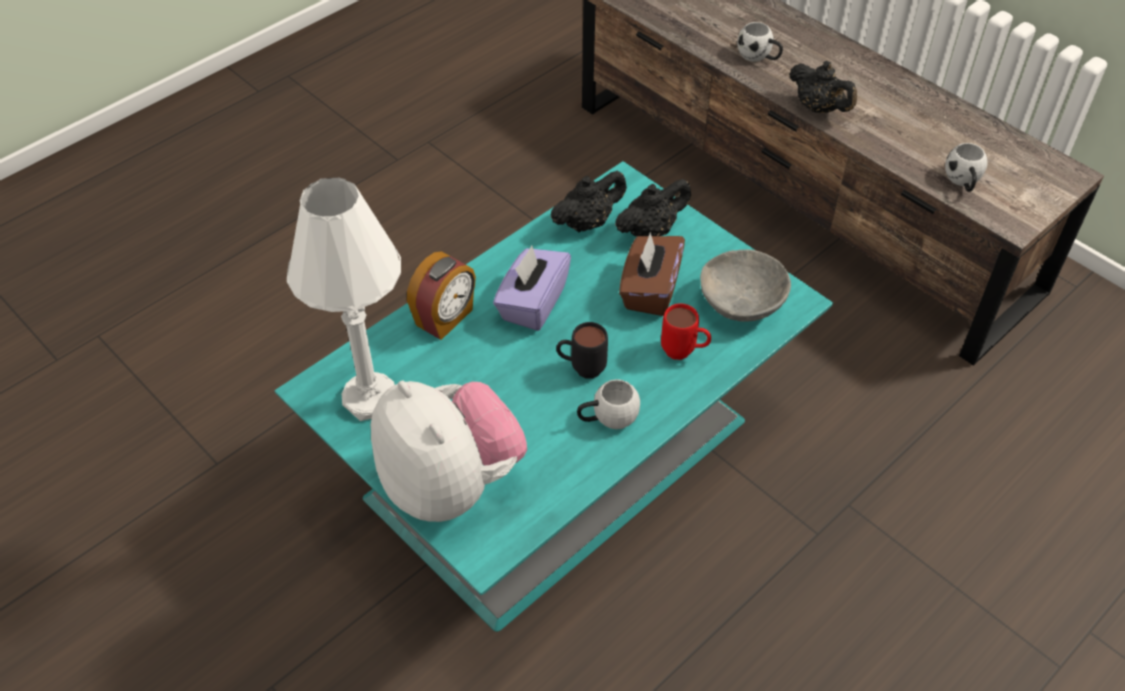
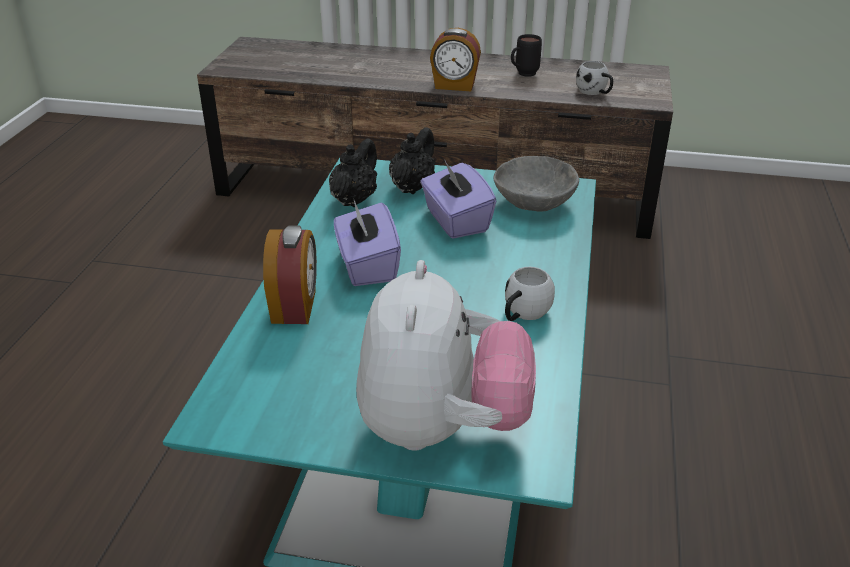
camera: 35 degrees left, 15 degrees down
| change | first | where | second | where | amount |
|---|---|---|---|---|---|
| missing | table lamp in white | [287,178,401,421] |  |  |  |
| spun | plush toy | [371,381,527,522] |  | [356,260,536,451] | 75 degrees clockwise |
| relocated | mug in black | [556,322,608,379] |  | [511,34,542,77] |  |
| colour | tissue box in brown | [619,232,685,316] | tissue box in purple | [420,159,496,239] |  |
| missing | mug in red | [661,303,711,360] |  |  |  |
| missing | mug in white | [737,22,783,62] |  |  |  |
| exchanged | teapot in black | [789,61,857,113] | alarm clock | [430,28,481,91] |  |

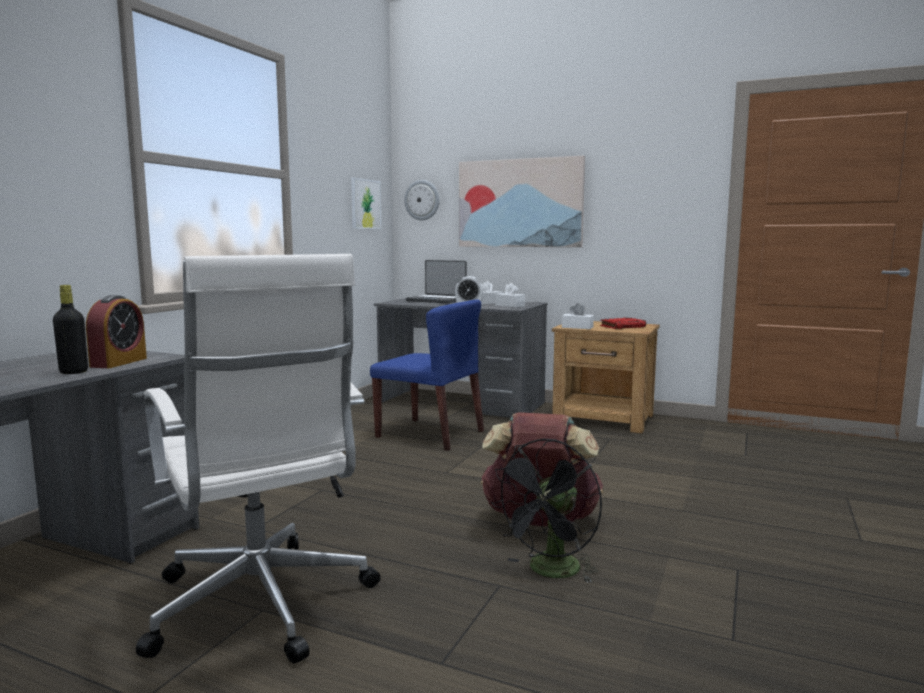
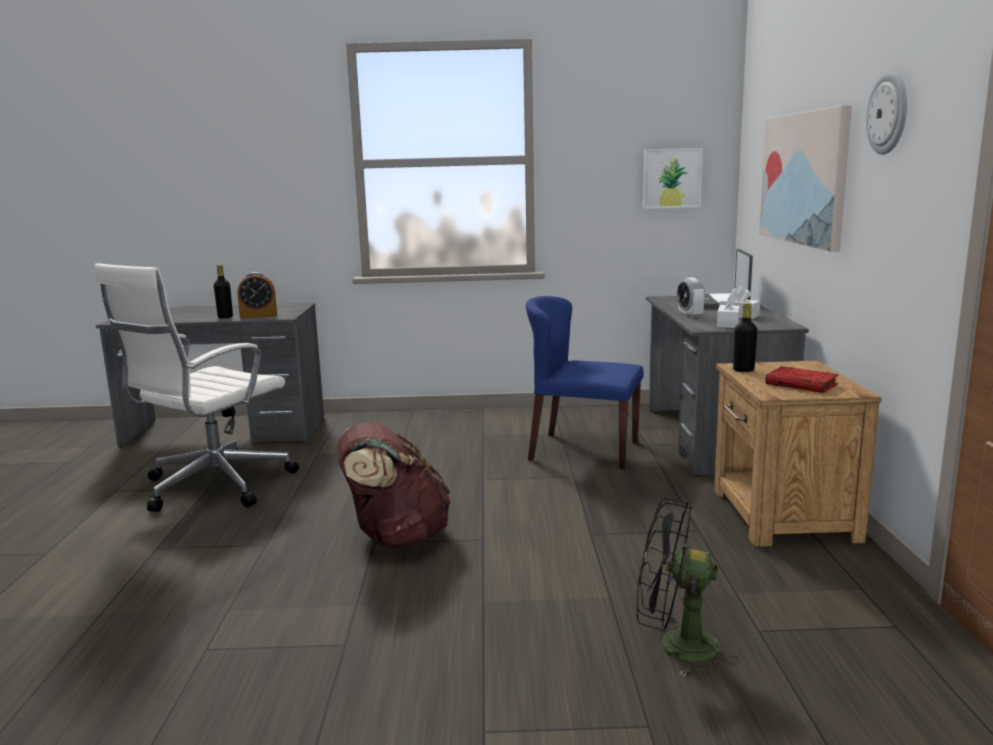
camera: 65 degrees right, 5 degrees up
| change | first | where | second | where | amount |
|---|---|---|---|---|---|
| spun | chair in blue | [370,299,484,451] |  | [526,296,644,469] | 105 degrees clockwise |
| relocated | wall clock | [404,180,440,220] |  | [866,72,907,155] |  |
| relocated | fan in black | [491,439,602,583] |  | [637,498,739,677] |  |
| exchanged | tissue box in white | [562,303,594,329] | bottle in black | [733,303,757,372] |  |

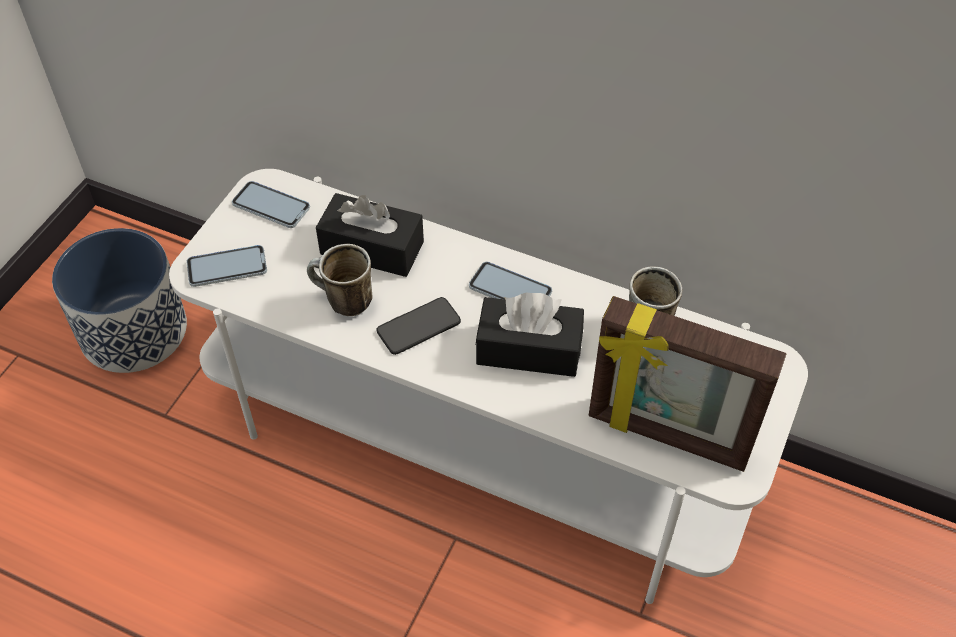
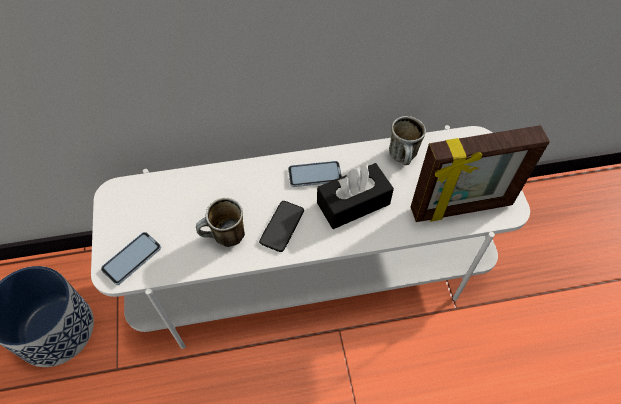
camera: 35 degrees left, 5 degrees up
| change | first | where | second | where | amount |
|---|---|---|---|---|---|
| missing | phone | [232,181,310,228] |  |  |  |
| missing | tissue box in black | [316,193,424,277] |  |  |  |

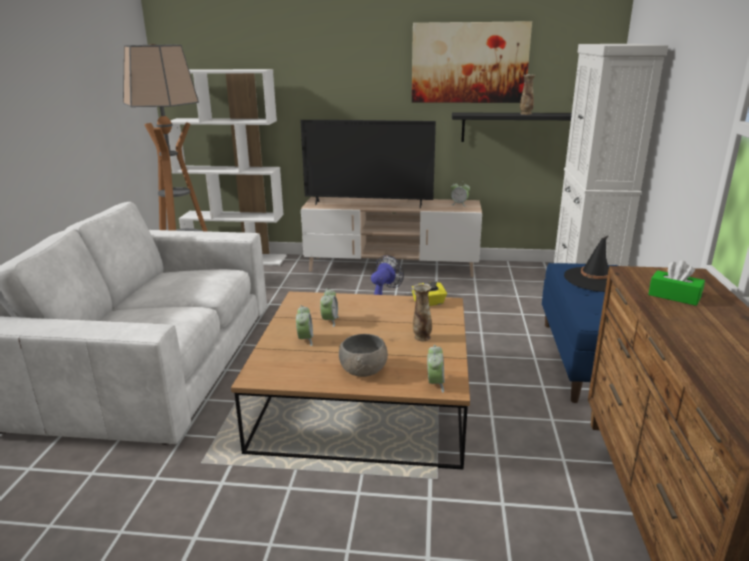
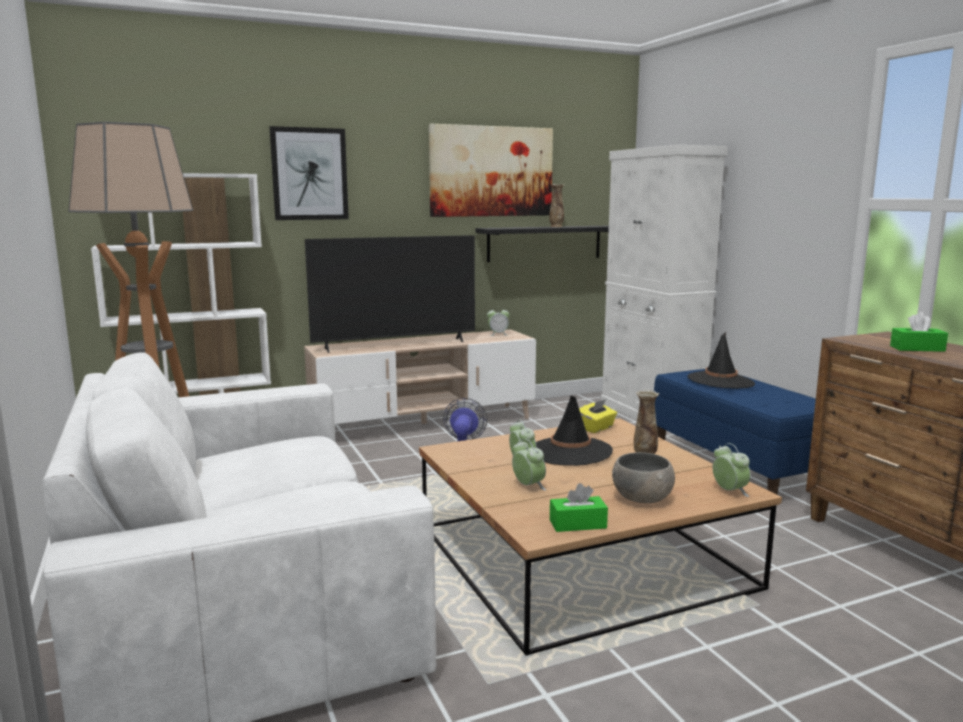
camera: 30 degrees left, 10 degrees down
| change | first | where | second | where | amount |
|---|---|---|---|---|---|
| appeared |  |  | picture | [270,126,349,220] |  |
| appeared |  |  | hat in black | [536,395,613,466] |  |
| appeared |  |  | tissue box in green | [550,483,608,532] |  |

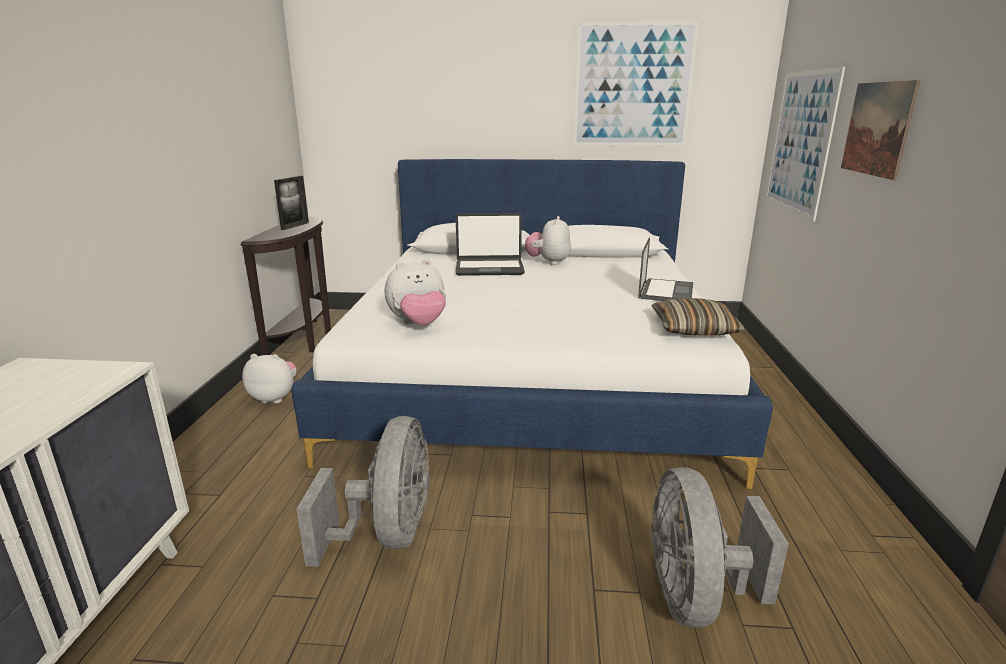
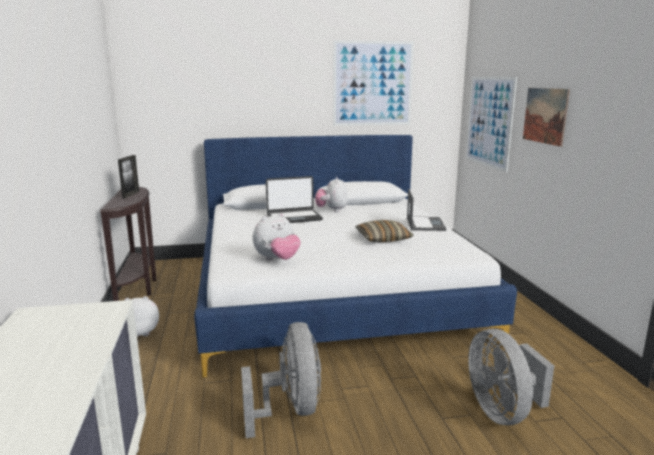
camera: 15 degrees left, 5 degrees down
| change | first | where | second | where | amount |
|---|---|---|---|---|---|
| relocated | pillow | [651,298,745,336] |  | [355,220,413,242] |  |

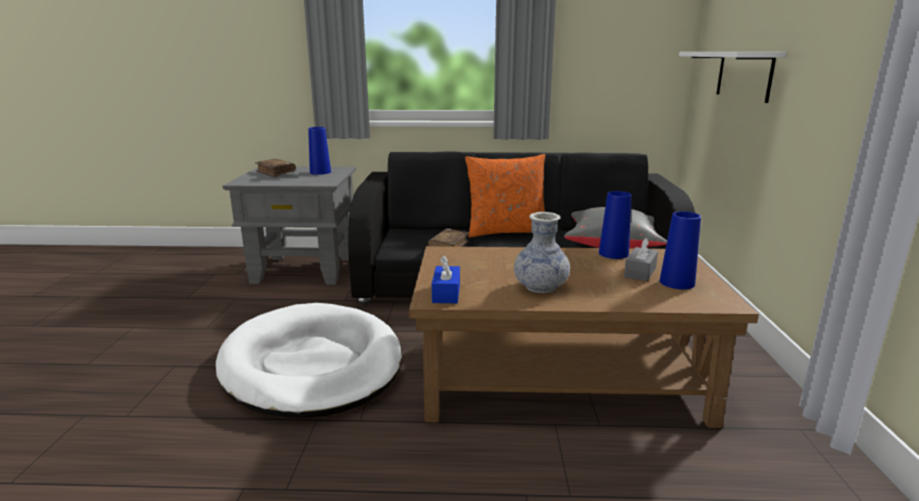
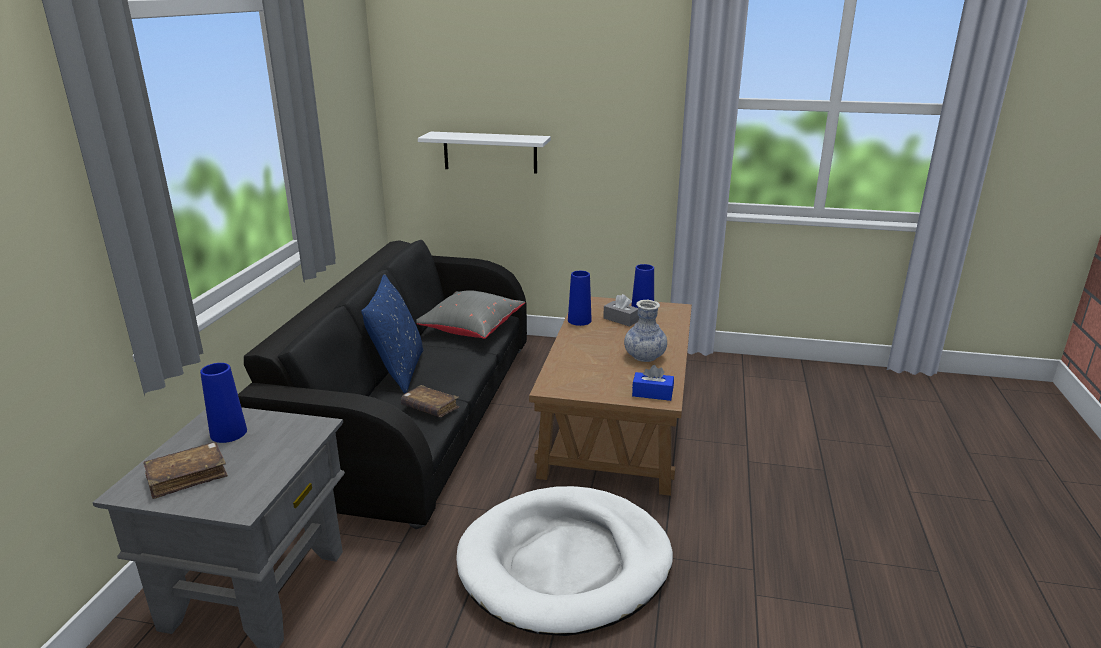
camera: 80 degrees left, 5 degrees up
| change | first | where | second | where | amount |
|---|---|---|---|---|---|
| colour | pillow in orange | [465,154,545,237] | pillow in blue | [361,274,423,393] |  |

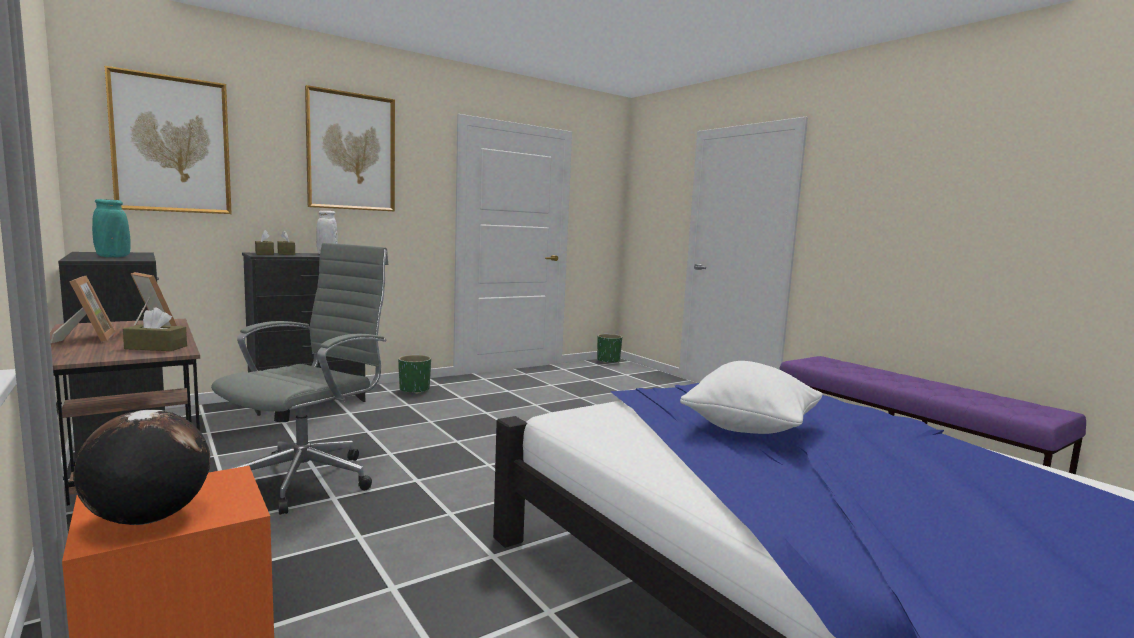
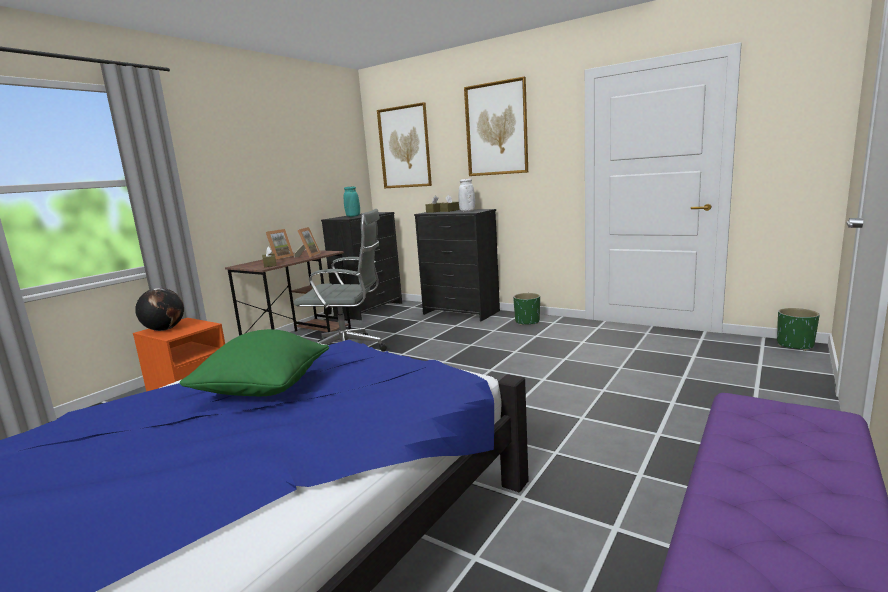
camera: 70 degrees right, 5 degrees up
| change | first | where | second | where | amount |
|---|---|---|---|---|---|
| colour | pillow in white | [680,361,823,434] | pillow in green | [180,329,329,396] |  |

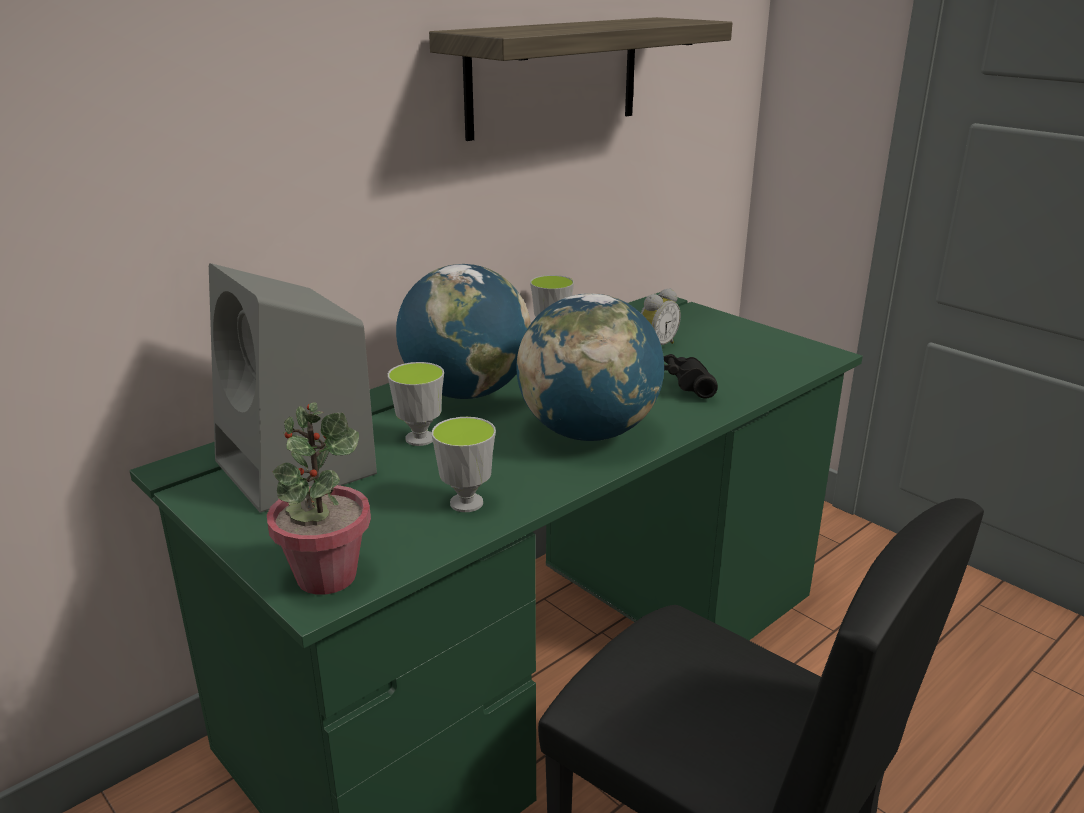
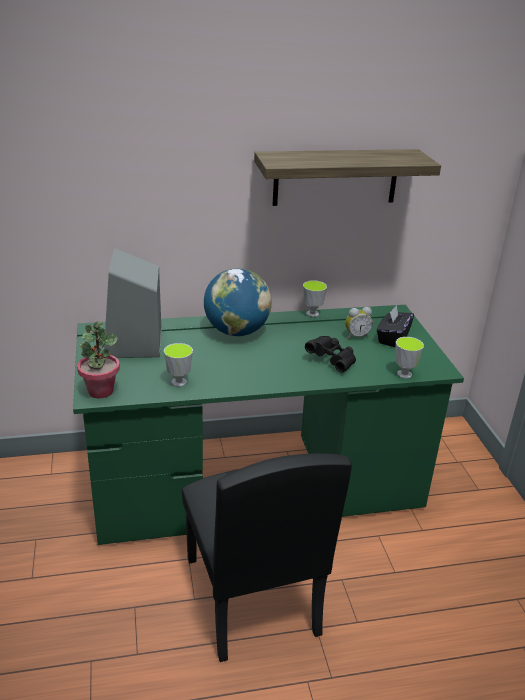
camera: 30 degrees right, 5 degrees up
| change | first | where | second | where | amount |
|---|---|---|---|---|---|
| relocated | cup | [388,362,444,446] |  | [395,337,424,379] |  |
| missing | globe | [517,293,664,441] |  |  |  |
| appeared |  |  | tissue box in black | [377,305,414,347] |  |

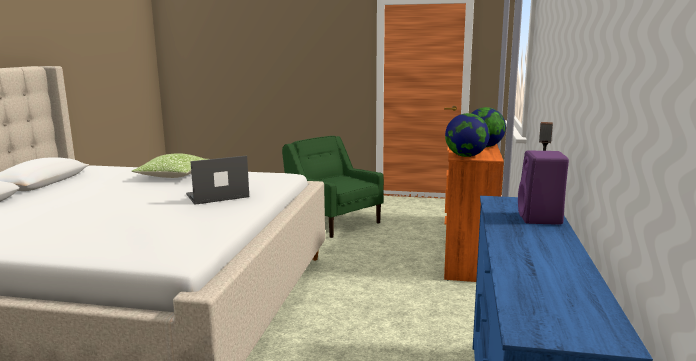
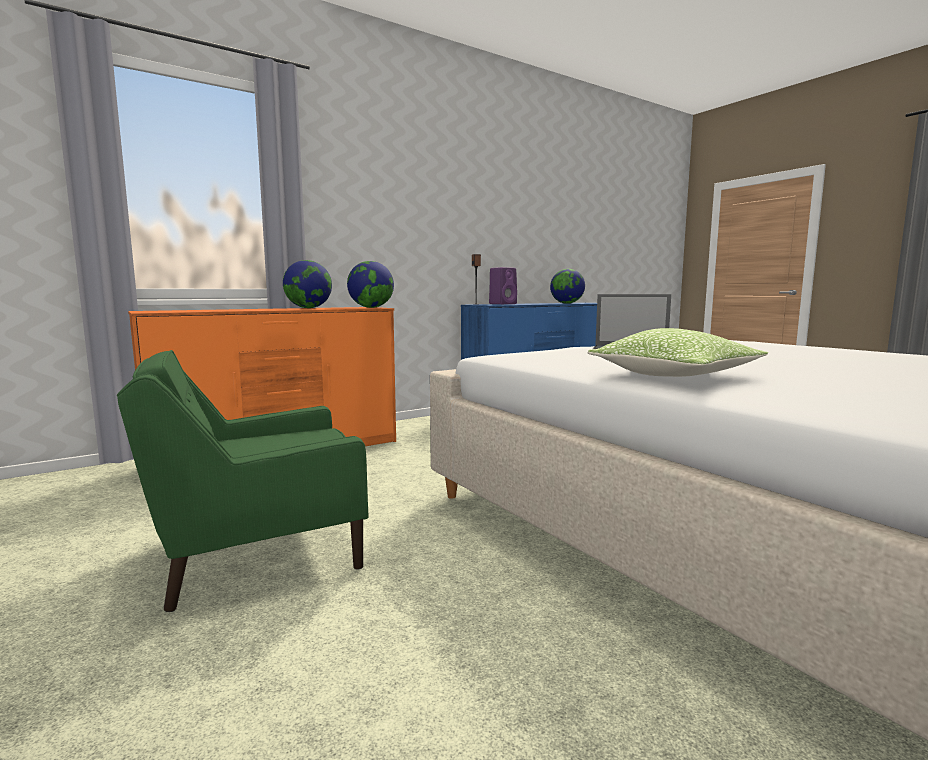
camera: 135 degrees left, 5 degrees down
| change | first | where | second | where | amount |
|---|---|---|---|---|---|
| spun | armchair in green | [282,136,384,238] |  | [117,350,369,612] | 60 degrees clockwise |
| appeared |  |  | globe | [550,269,585,304] |  |

